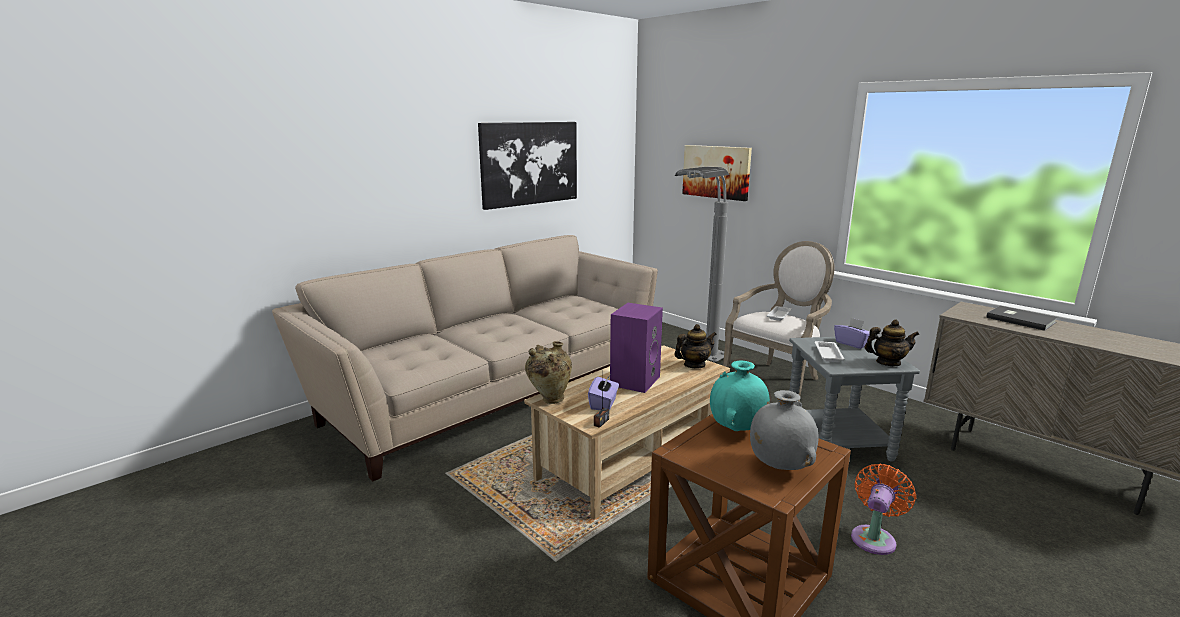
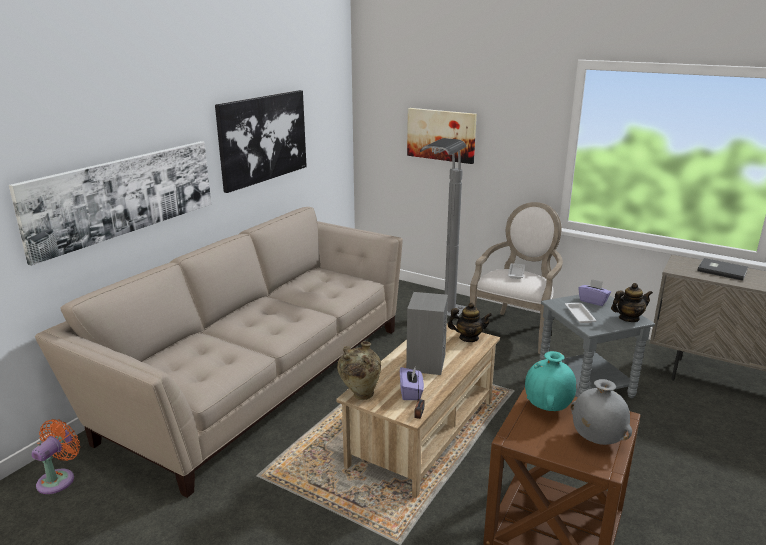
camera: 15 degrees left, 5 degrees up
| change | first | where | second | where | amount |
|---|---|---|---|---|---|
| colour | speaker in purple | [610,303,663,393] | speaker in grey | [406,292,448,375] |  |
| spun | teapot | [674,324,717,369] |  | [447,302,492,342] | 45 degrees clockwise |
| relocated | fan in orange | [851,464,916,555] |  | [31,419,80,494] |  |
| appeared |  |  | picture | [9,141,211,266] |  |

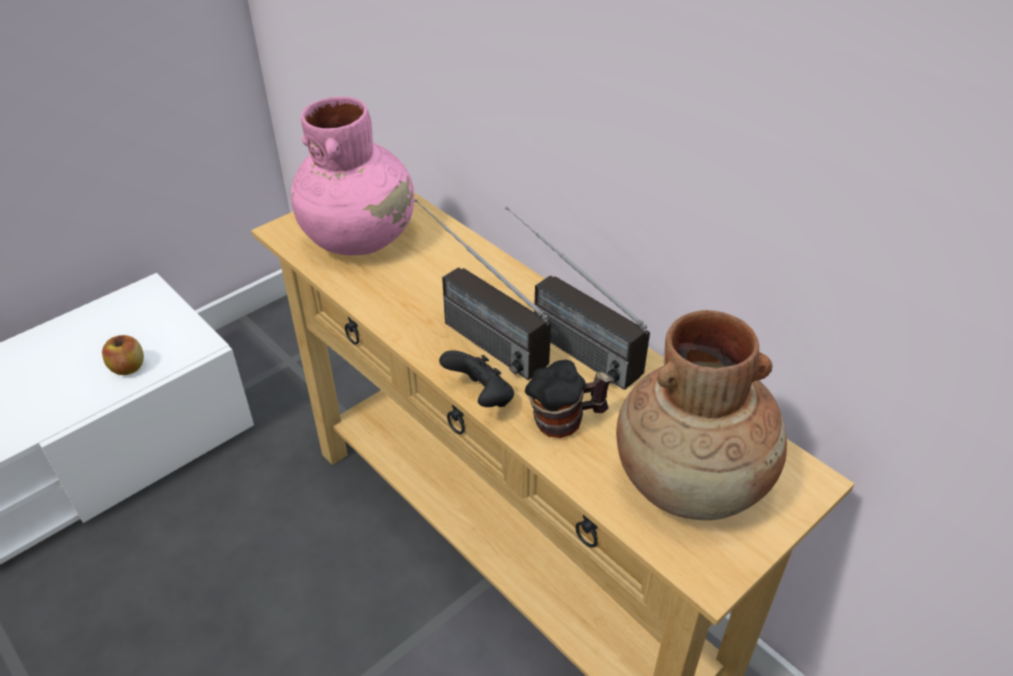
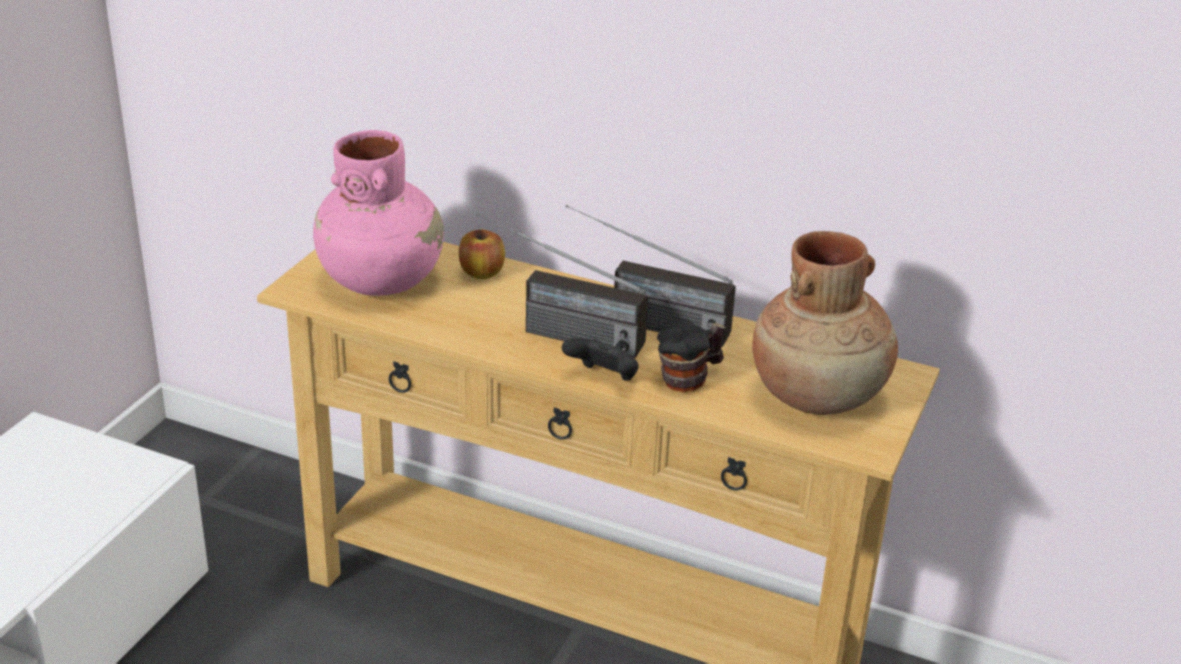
camera: 25 degrees left, 10 degrees down
| change | first | where | second | where | amount |
|---|---|---|---|---|---|
| relocated | apple | [102,335,144,375] |  | [459,229,505,279] |  |

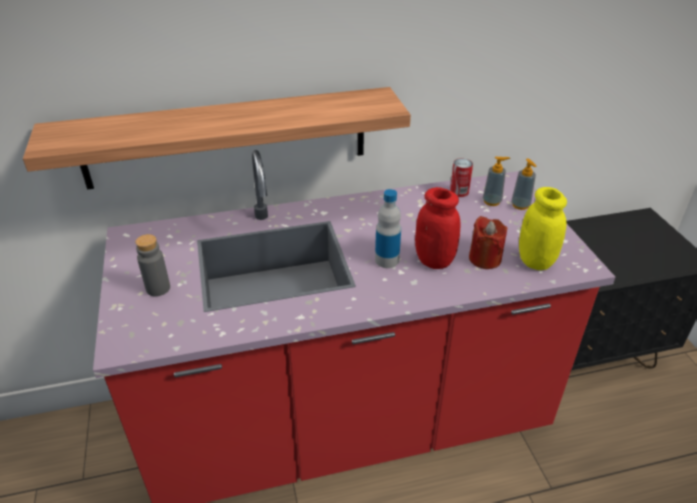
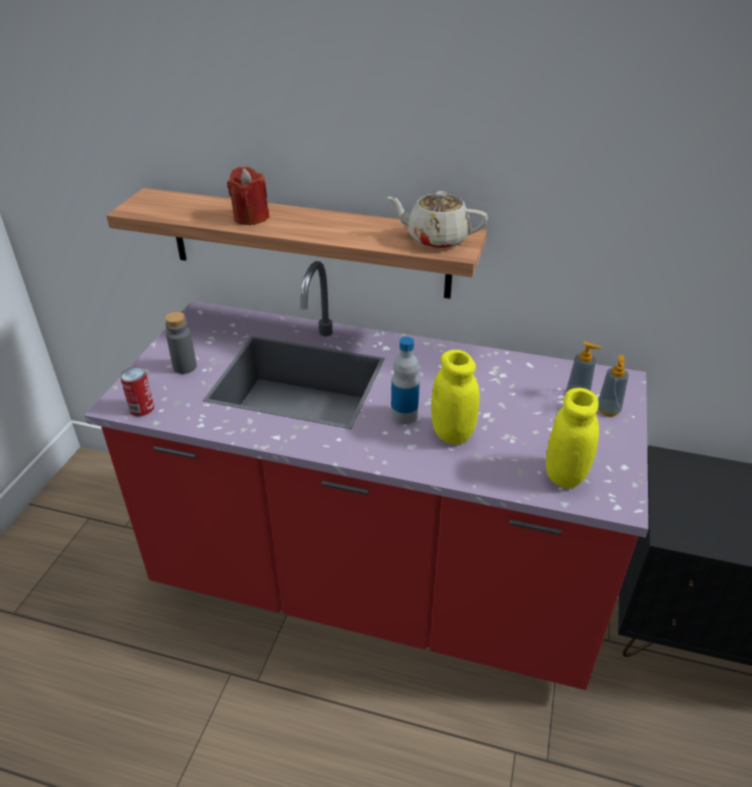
camera: 30 degrees right, 0 degrees up
| change | first | where | second | where | amount |
|---|---|---|---|---|---|
| colour | jar in red | [415,187,460,269] | jar in yellow | [431,350,480,444] |  |
| relocated | can | [450,158,473,197] |  | [120,367,154,416] |  |
| relocated | candle in red | [469,216,507,269] |  | [227,167,270,225] |  |
| appeared |  |  | teapot in beige | [387,191,488,249] |  |

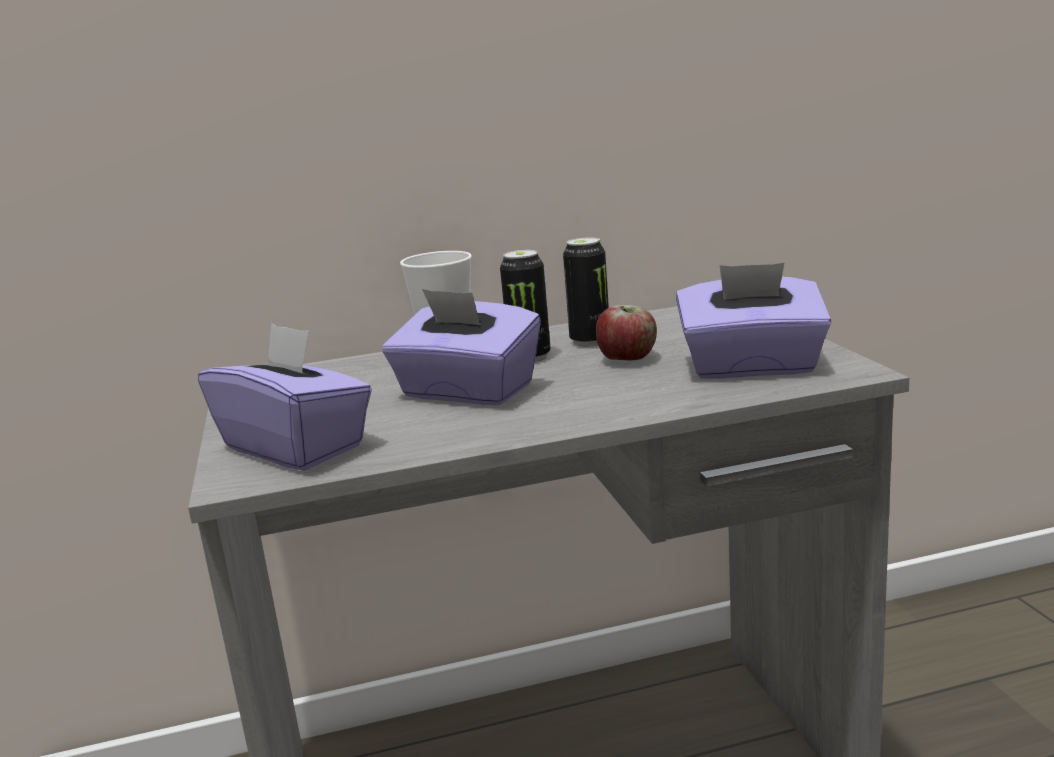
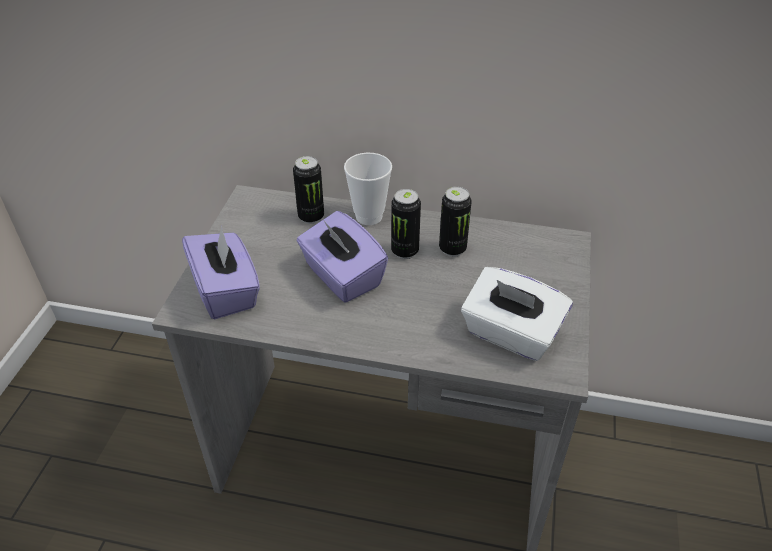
camera: 25 degrees right, 25 degrees up
| change | first | where | second | where | amount |
|---|---|---|---|---|---|
| missing | apple | [596,305,657,361] |  |  |  |
| colour | tissue box in purple | [676,263,831,379] | tissue box in white | [461,267,573,361] |  |
| appeared |  |  | can | [293,156,324,224] |  |

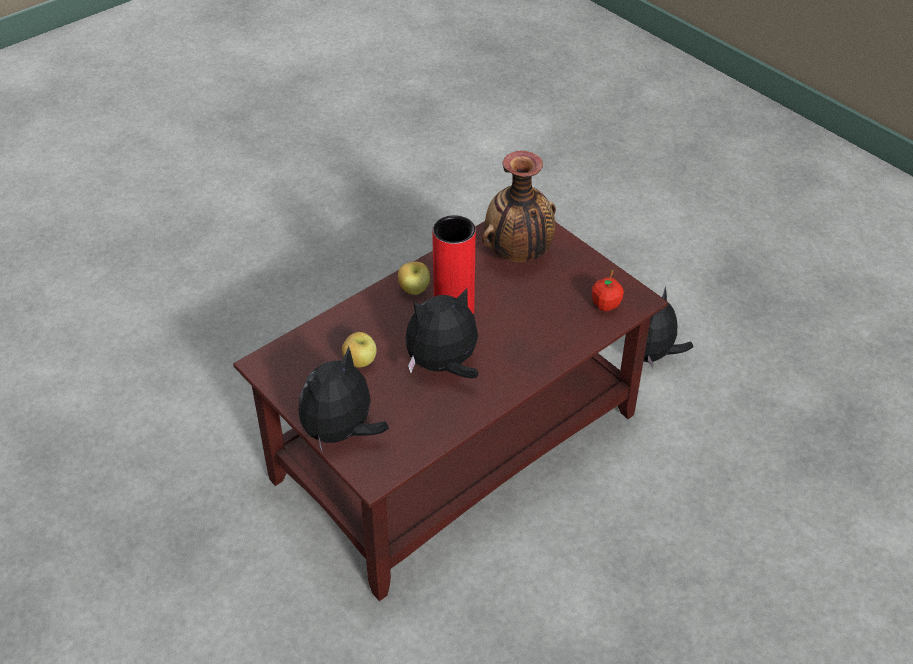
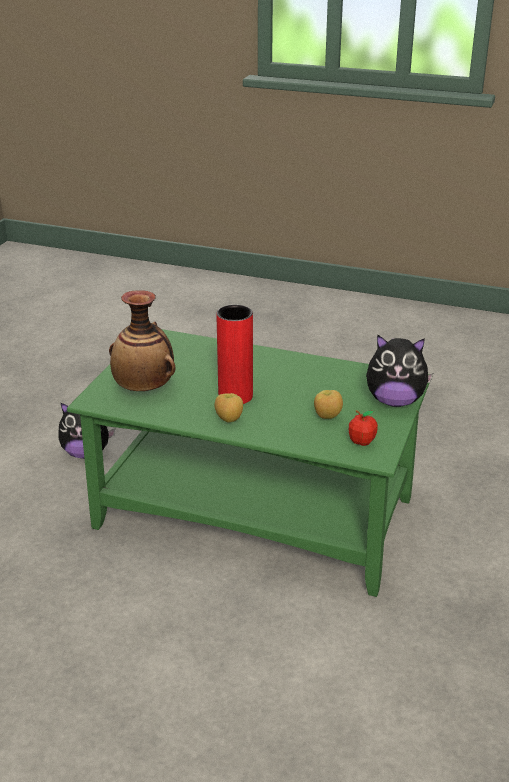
camera: 120 degrees left, 15 degrees down
| change | first | where | second | where | amount |
|---|---|---|---|---|---|
| colour | coffee table in brown | [233,221,668,601] | coffee table in green | [67,329,430,597] |  |
| missing | plush toy | [405,288,479,378] |  |  |  |
| relocated | apple | [592,270,624,311] |  | [349,410,378,446] |  |

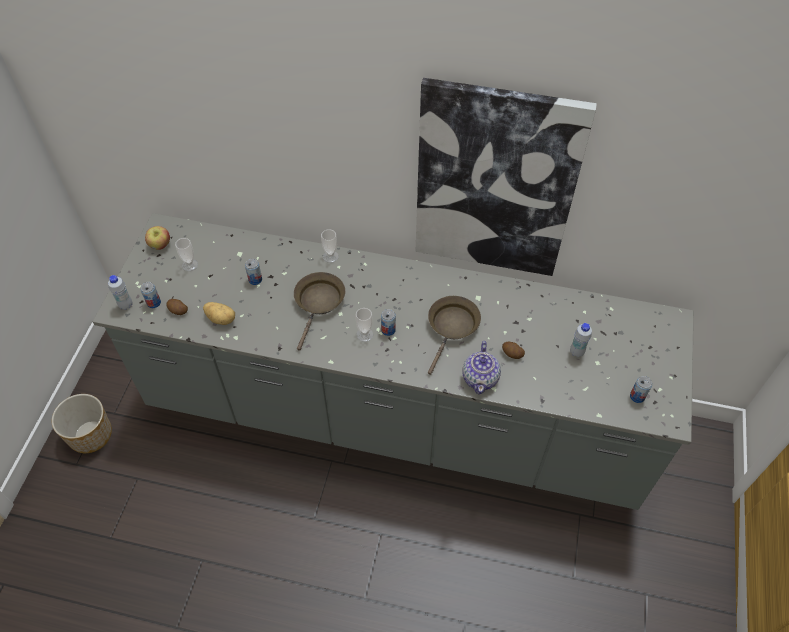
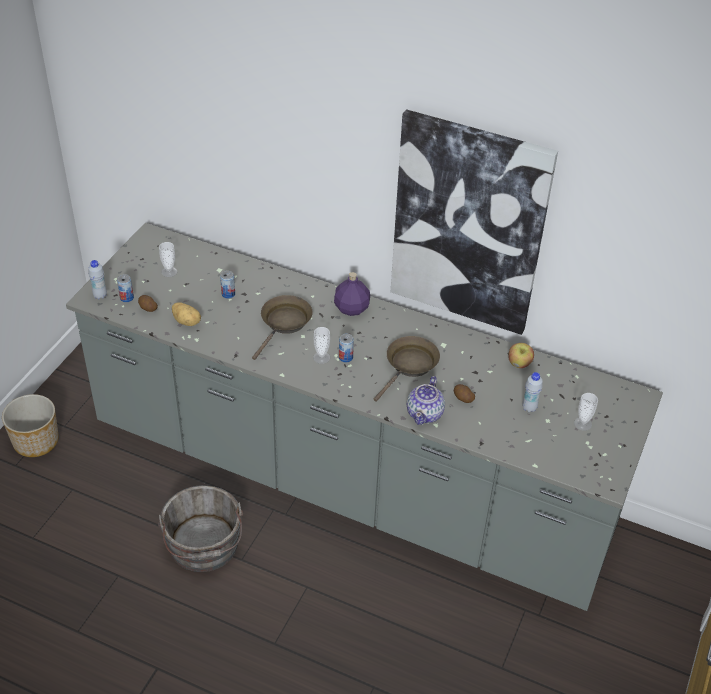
camera: 10 degrees right, 10 degrees down
| change | first | where | second | where | amount |
|---|---|---|---|---|---|
| relocated | apple | [145,226,170,250] |  | [508,343,534,368] |  |
| relocated | cup | [321,229,339,263] |  | [574,393,598,431] |  |
| missing | can | [630,376,652,403] |  |  |  |
| appeared |  |  | bucket in grey | [158,485,243,572] |  |
| appeared |  |  | bottle in purple | [334,272,370,316] |  |

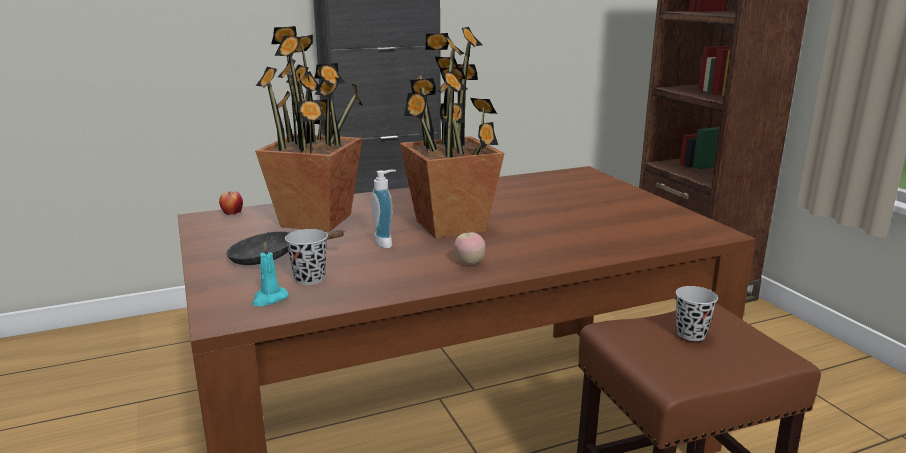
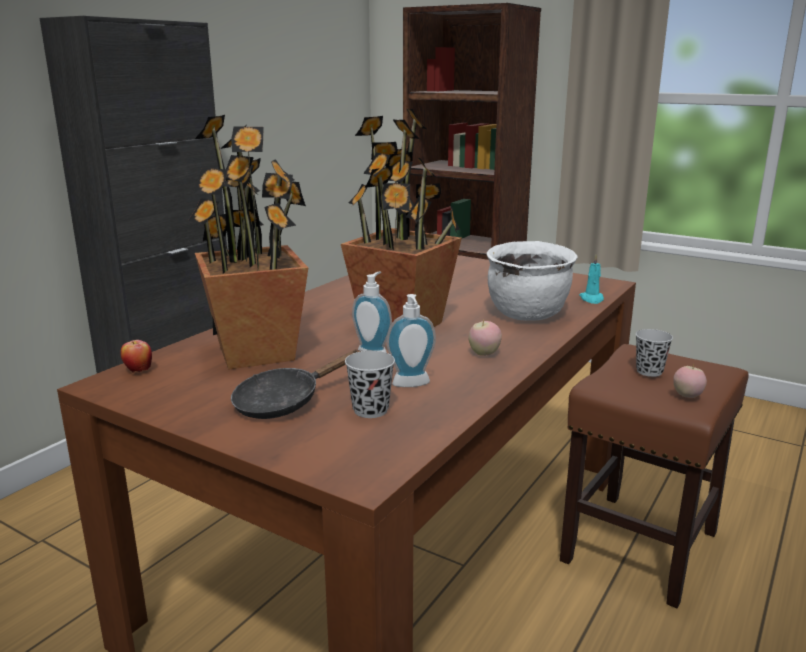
camera: 35 degrees left, 0 degrees up
| change | first | where | second | where | amount |
|---|---|---|---|---|---|
| relocated | candle in turquoise | [252,242,288,306] |  | [579,255,604,304] |  |
| appeared |  |  | soap dispenser | [387,294,436,387] |  |
| appeared |  |  | cooking pot in white | [487,241,578,321] |  |
| appeared |  |  | apple | [673,364,707,398] |  |

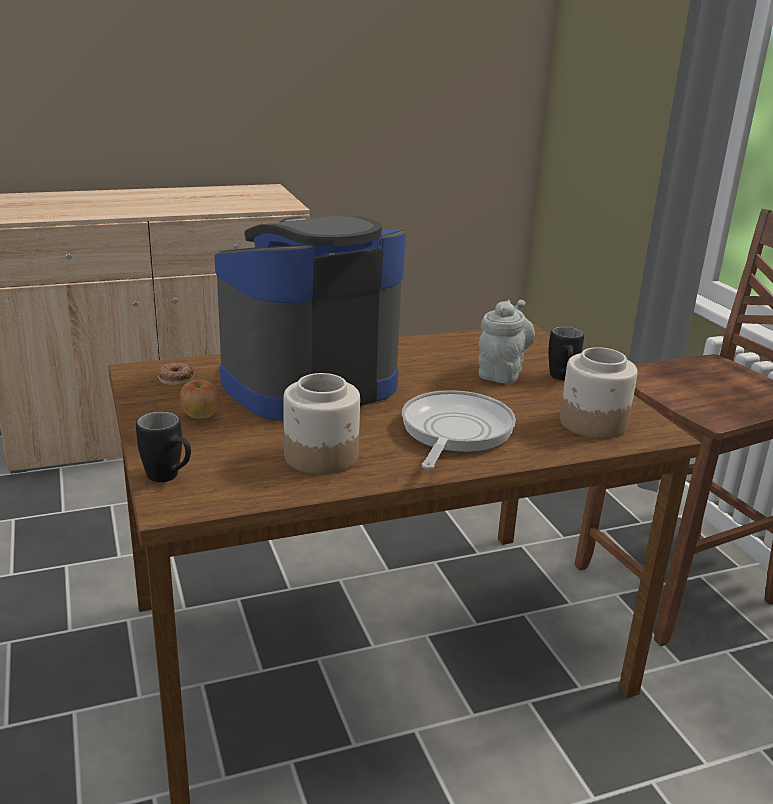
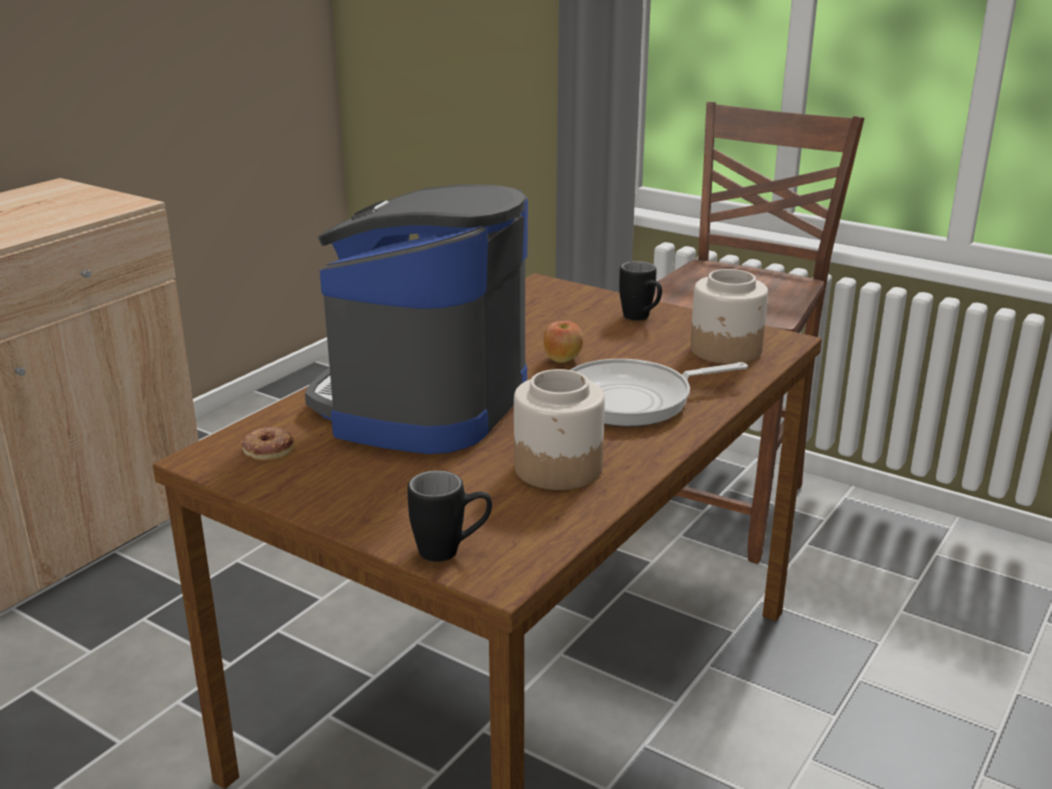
camera: 35 degrees left, 0 degrees up
| change | first | where | second | where | amount |
|---|---|---|---|---|---|
| relocated | apple | [180,380,219,419] |  | [543,321,583,363] |  |
| spun | frying pan | [402,390,516,469] |  | [570,359,748,426] | 90 degrees counterclockwise |
| missing | teapot in grey | [478,300,535,384] |  |  |  |

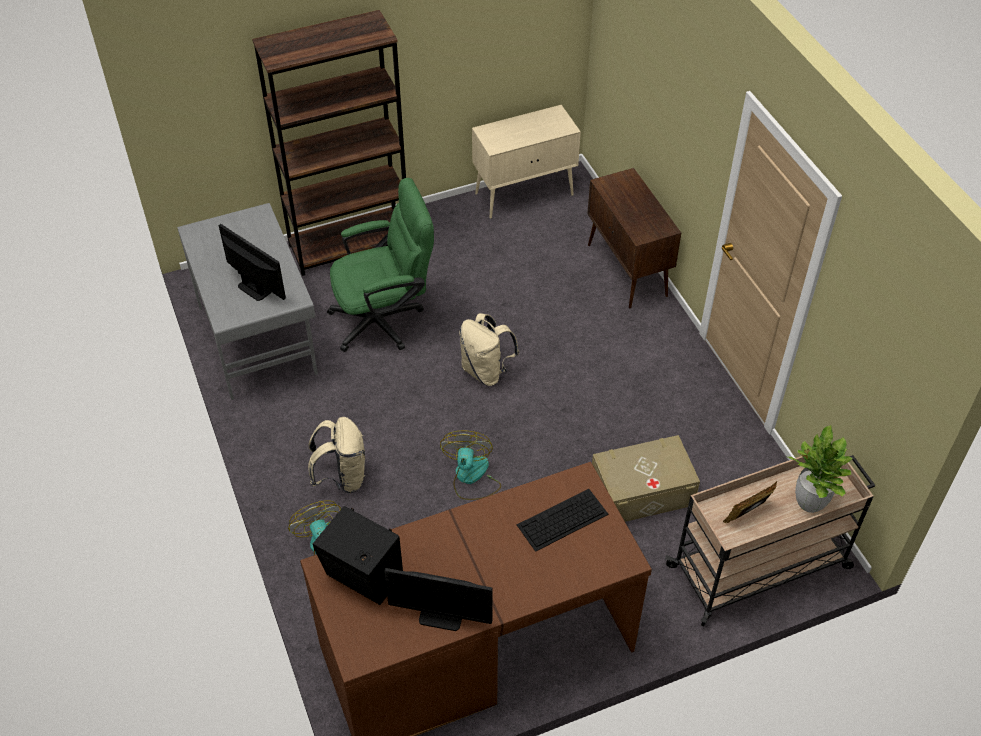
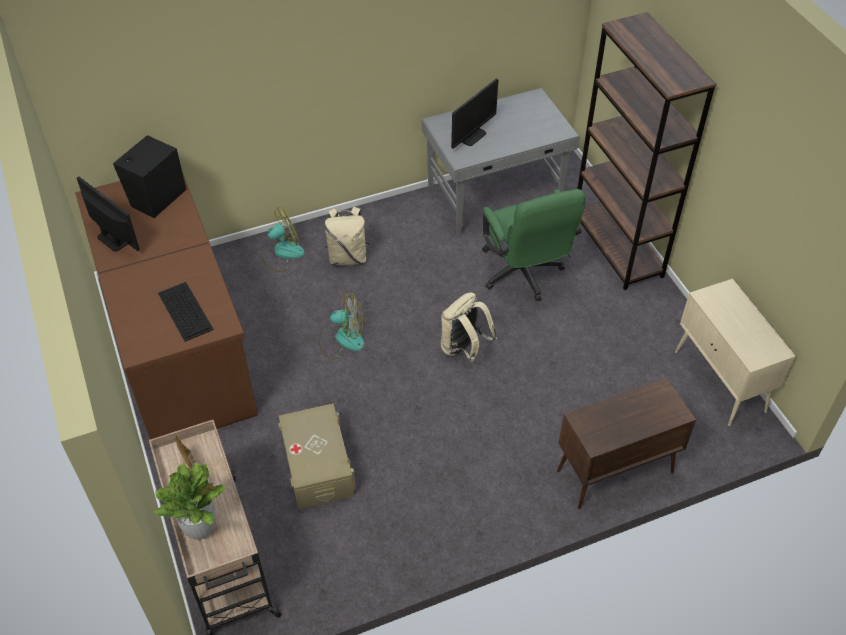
camera: 90 degrees right, 0 degrees up
| change | first | where | second | where | amount |
|---|---|---|---|---|---|
| spun | monitor | [384,568,493,631] |  | [77,177,140,252] | 120 degrees clockwise |

